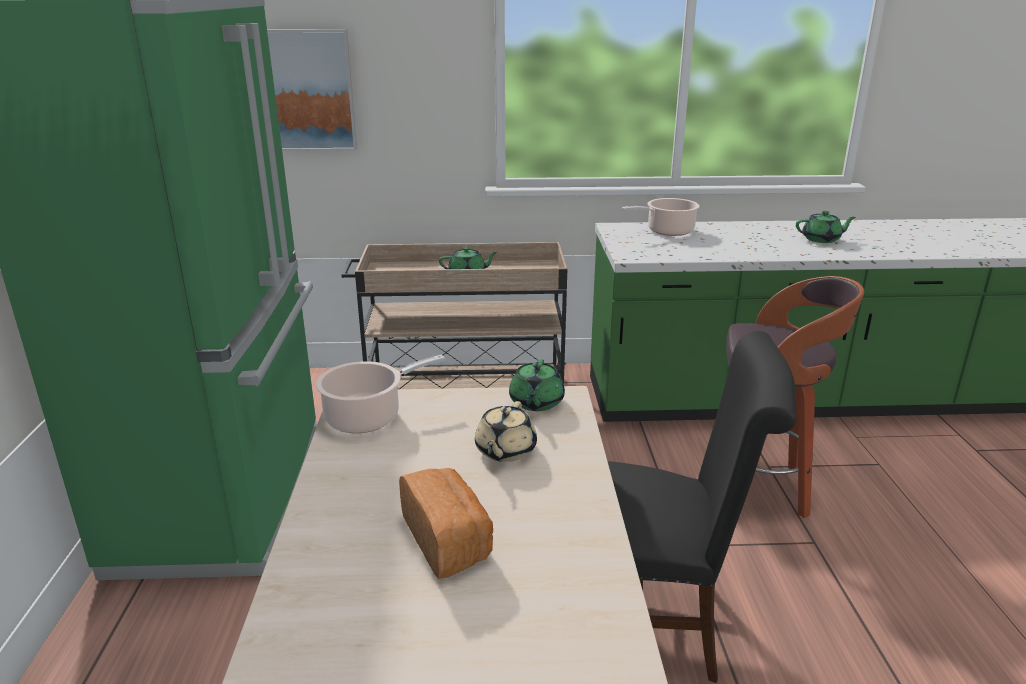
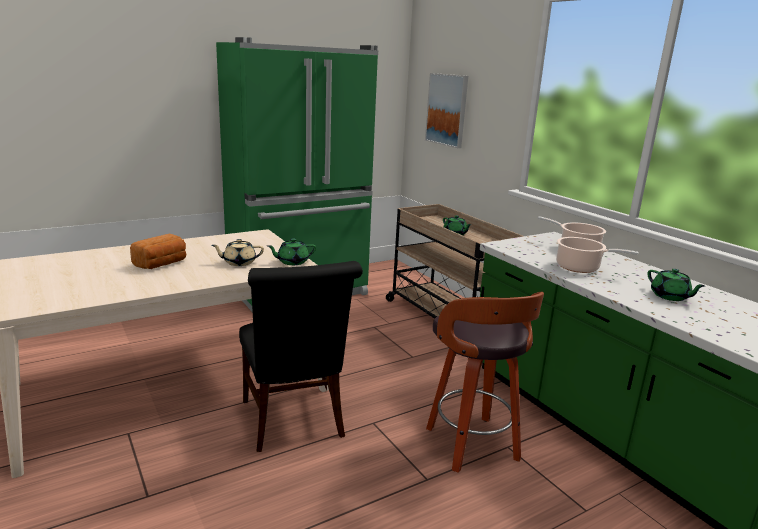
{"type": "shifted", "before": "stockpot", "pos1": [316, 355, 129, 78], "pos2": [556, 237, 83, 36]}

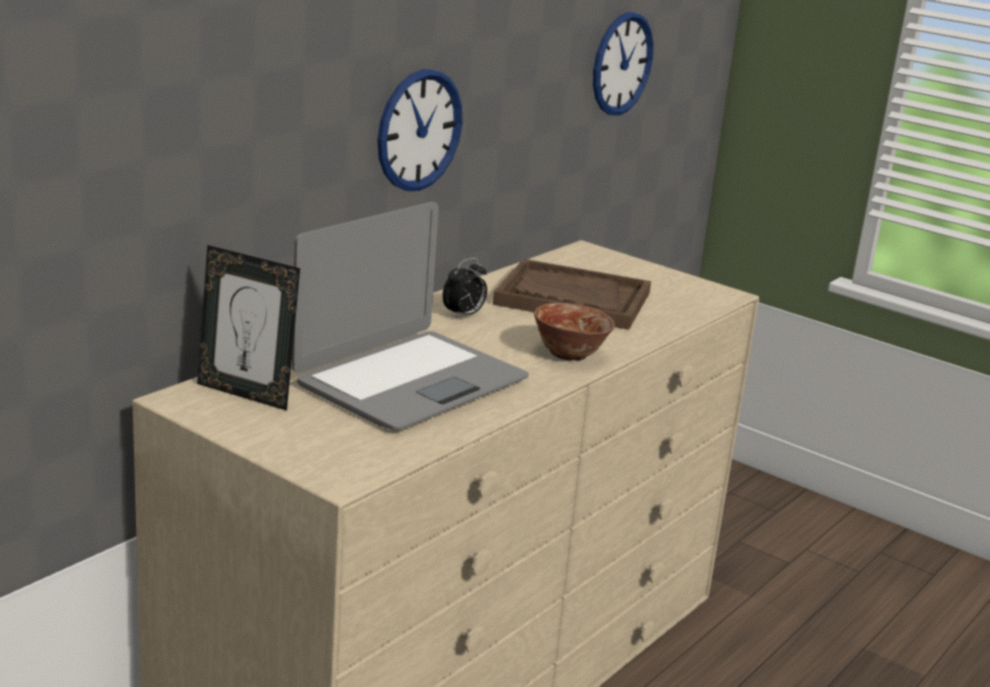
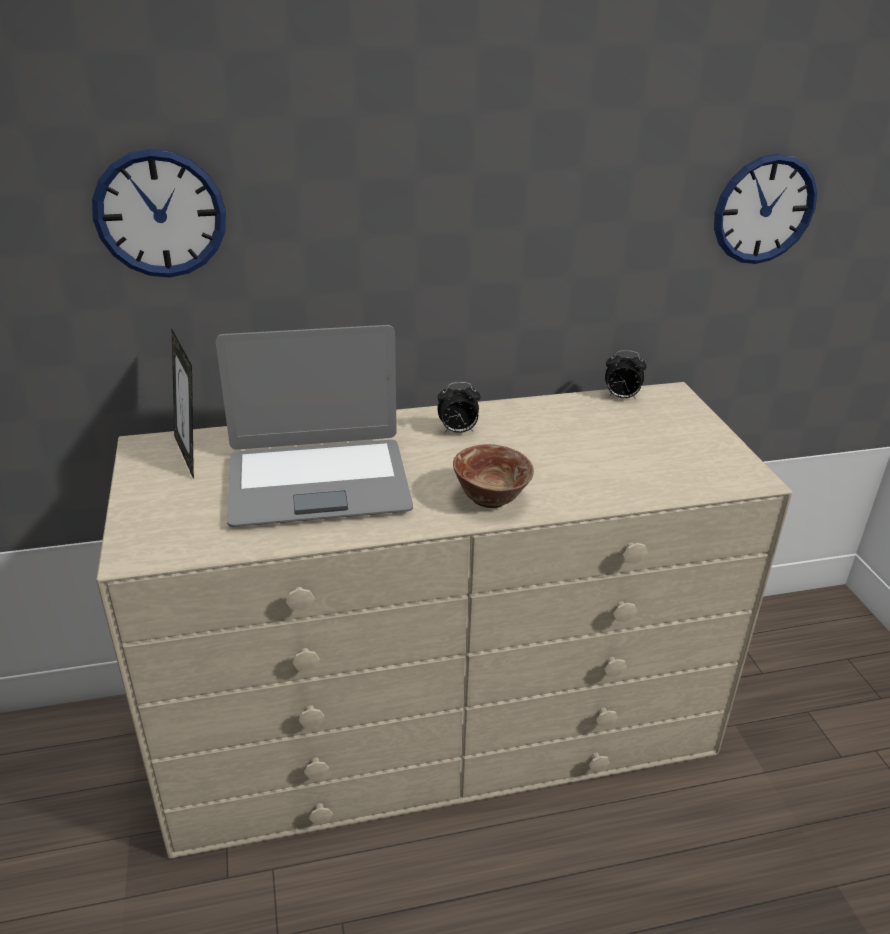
{"type": "shifted", "before": "hanging clock", "pos1": [377, 69, 85, 122], "pos2": [92, 148, 134, 129]}
{"type": "gone", "before": "brownish tray", "pos1": [493, 259, 158, 71]}
{"type": "new", "after": "bedside clock", "pos2": [605, 350, 41, 50]}

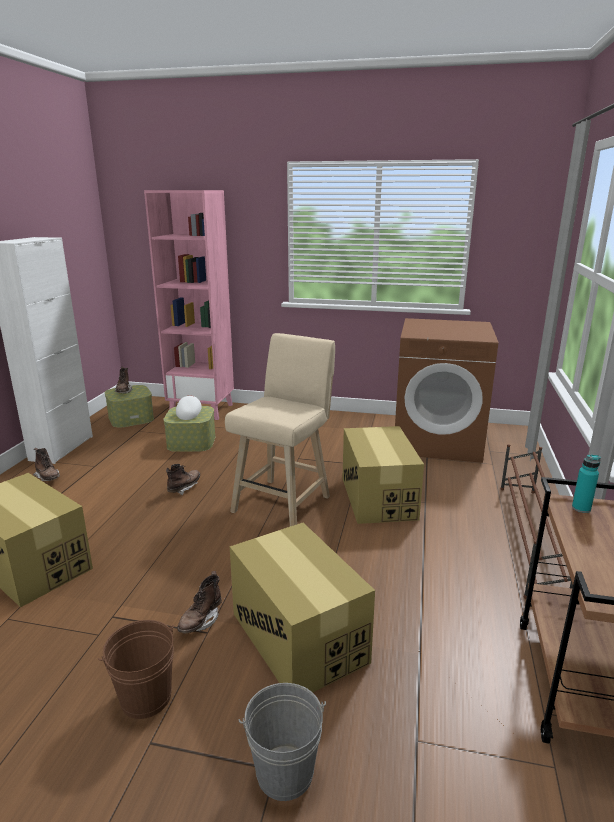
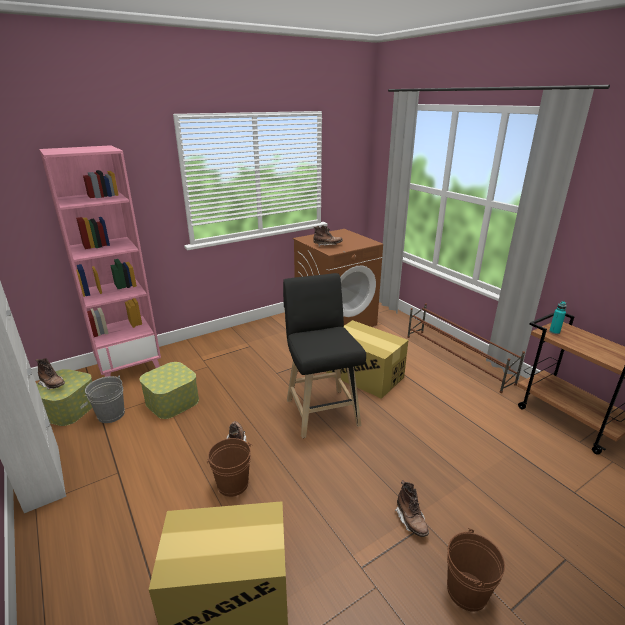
{"type": "repainted", "before": "sand-coloured stool", "after": "blackish stool", "pos1": [225, 333, 110, 193], "pos2": [283, 273, 83, 165]}
{"type": "gone", "before": "white-coloured cap", "pos1": [176, 395, 26, 25]}
{"type": "shifted", "before": "brownish boot", "pos1": [33, 448, 27, 33], "pos2": [314, 225, 29, 22]}
{"type": "gone", "before": "packing box", "pos1": [230, 523, 145, 170]}
{"type": "shifted", "before": "grey bucket", "pos1": [239, 683, 87, 118], "pos2": [84, 376, 41, 47]}
{"type": "new", "after": "brownish bucket", "pos2": [207, 438, 45, 59]}

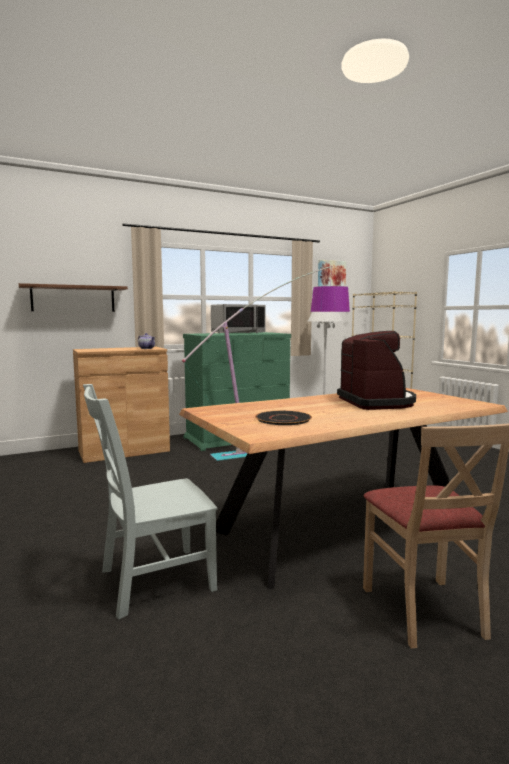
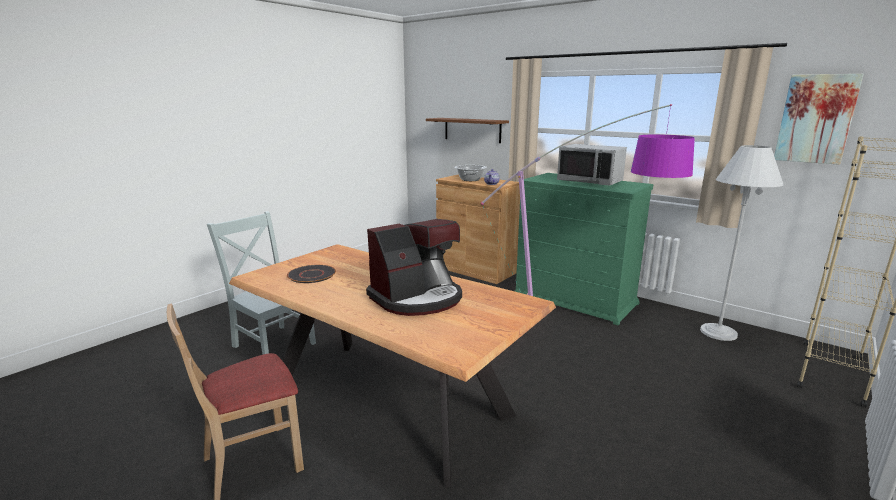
{"type": "new", "after": "stockpot", "pos2": [455, 165, 32, 16]}

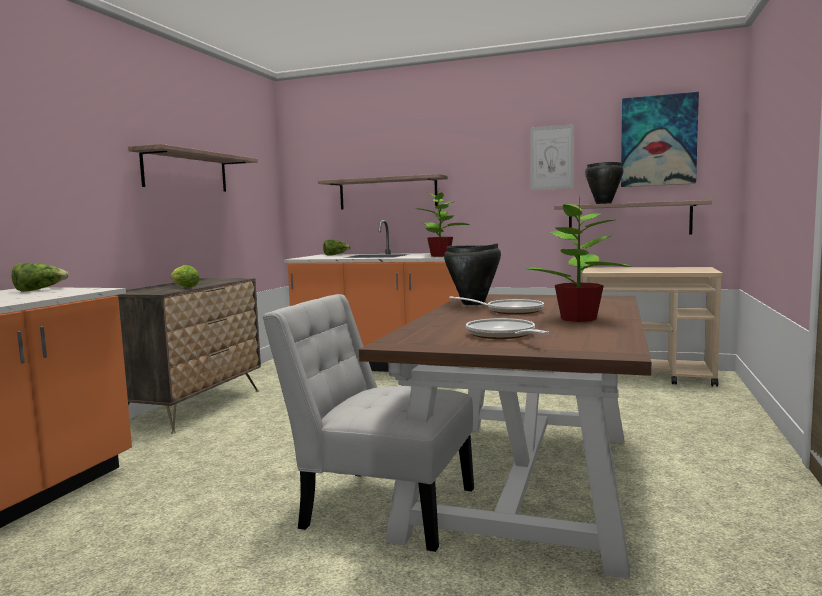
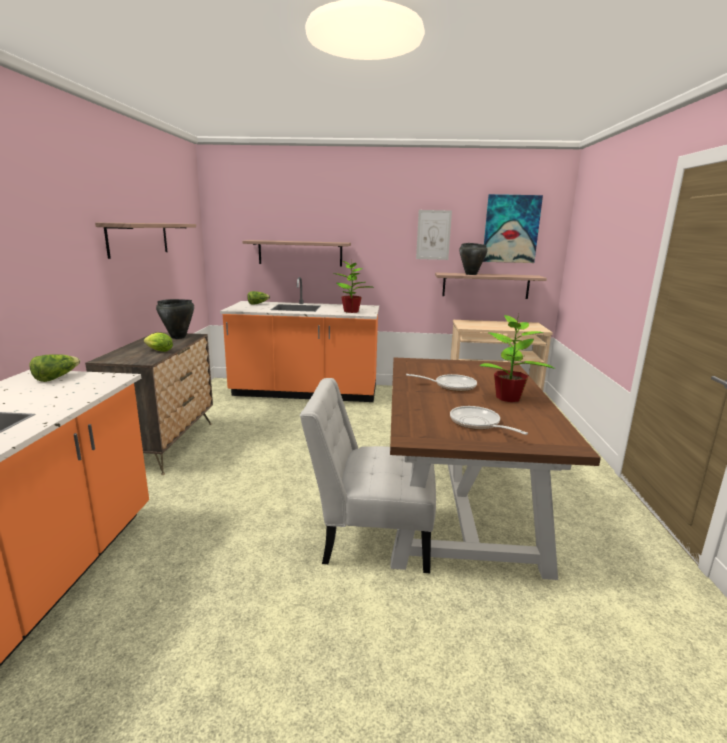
{"type": "shifted", "before": "blackish stockpot", "pos1": [444, 244, 57, 61], "pos2": [156, 299, 38, 40]}

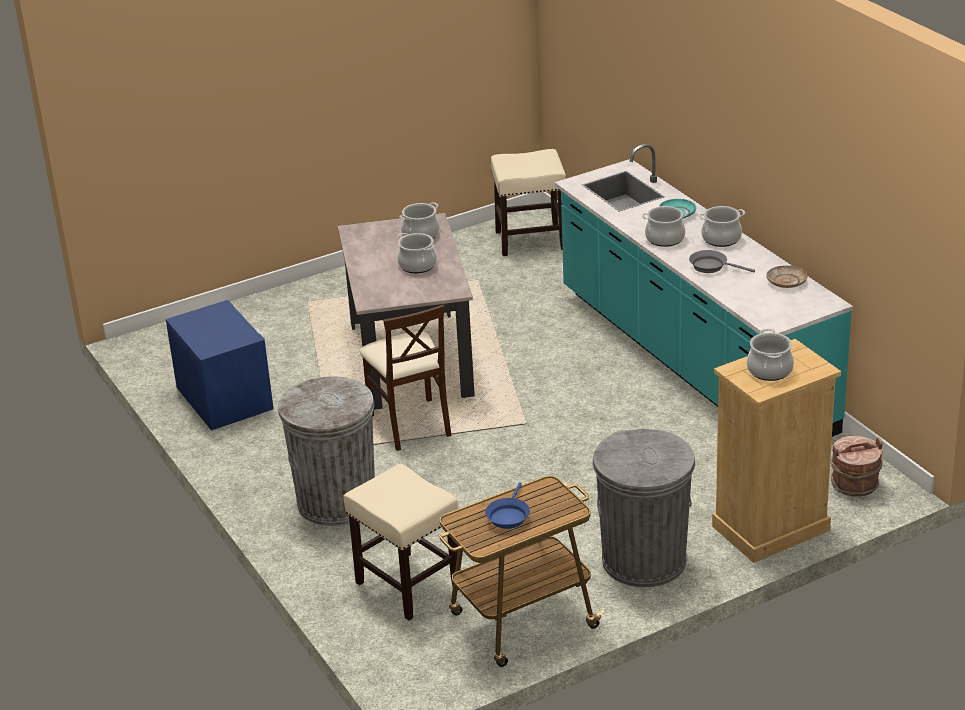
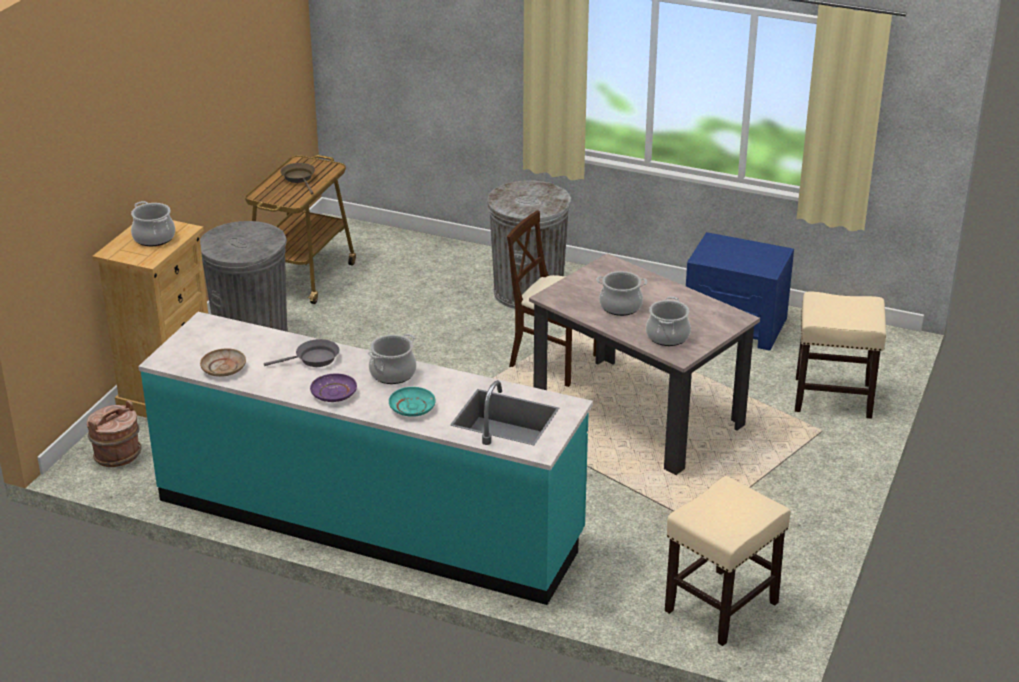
{"type": "swapped", "before": "stockpot", "after": "purplish flat dish", "pos1": [699, 206, 46, 41], "pos2": [310, 373, 47, 29]}
{"type": "shifted", "before": "sand-coloured stool", "pos1": [343, 463, 115, 158], "pos2": [795, 291, 91, 128]}
{"type": "repainted", "before": "blue-coloured skillet", "after": "brownish skillet", "pos1": [485, 482, 45, 47], "pos2": [280, 163, 35, 31]}

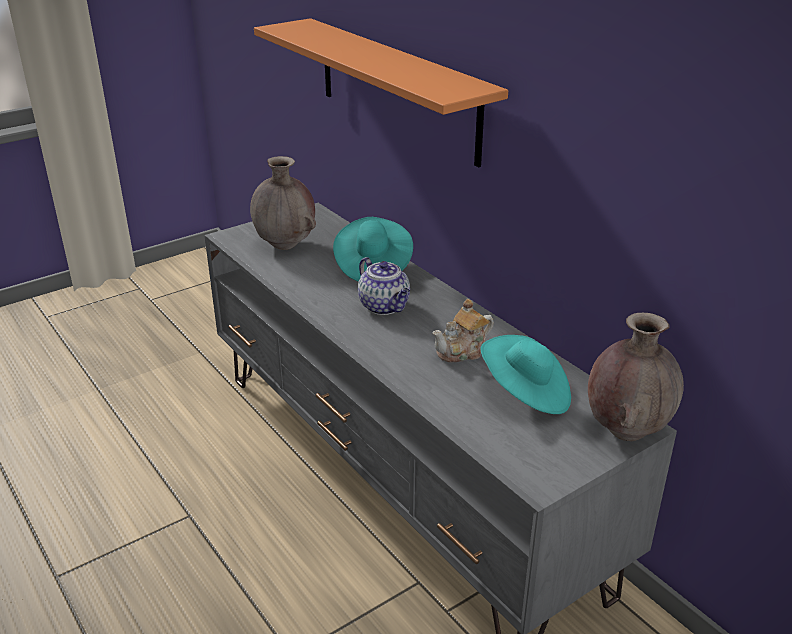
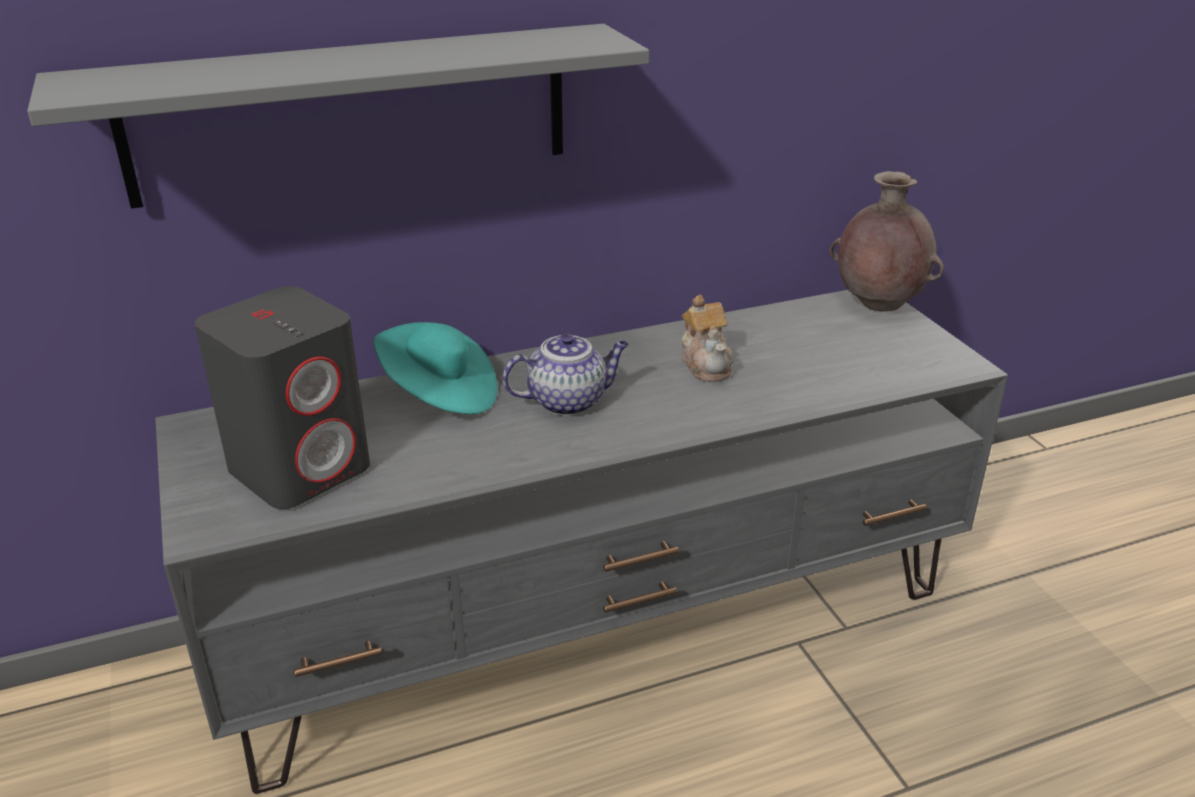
{"type": "repainted", "before": "orange-coloured wall shelf", "after": "grey wall shelf", "pos1": [254, 18, 254, 149], "pos2": [27, 24, 623, 185]}
{"type": "swapped", "before": "brownish vase", "after": "grey audio speaker", "pos1": [250, 156, 66, 94], "pos2": [195, 286, 175, 223]}
{"type": "gone", "before": "turquoise-coloured hat", "pos1": [481, 335, 90, 79]}

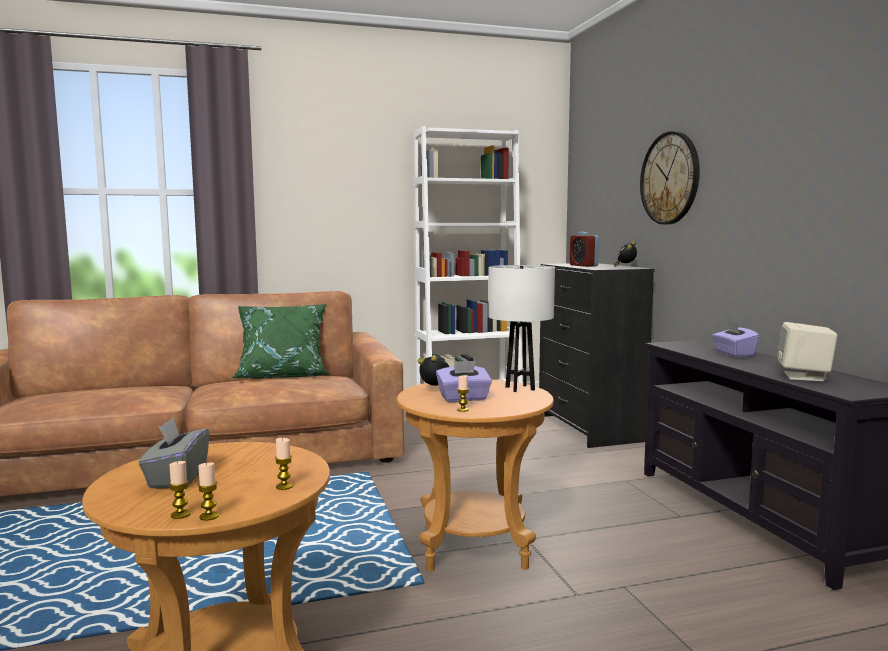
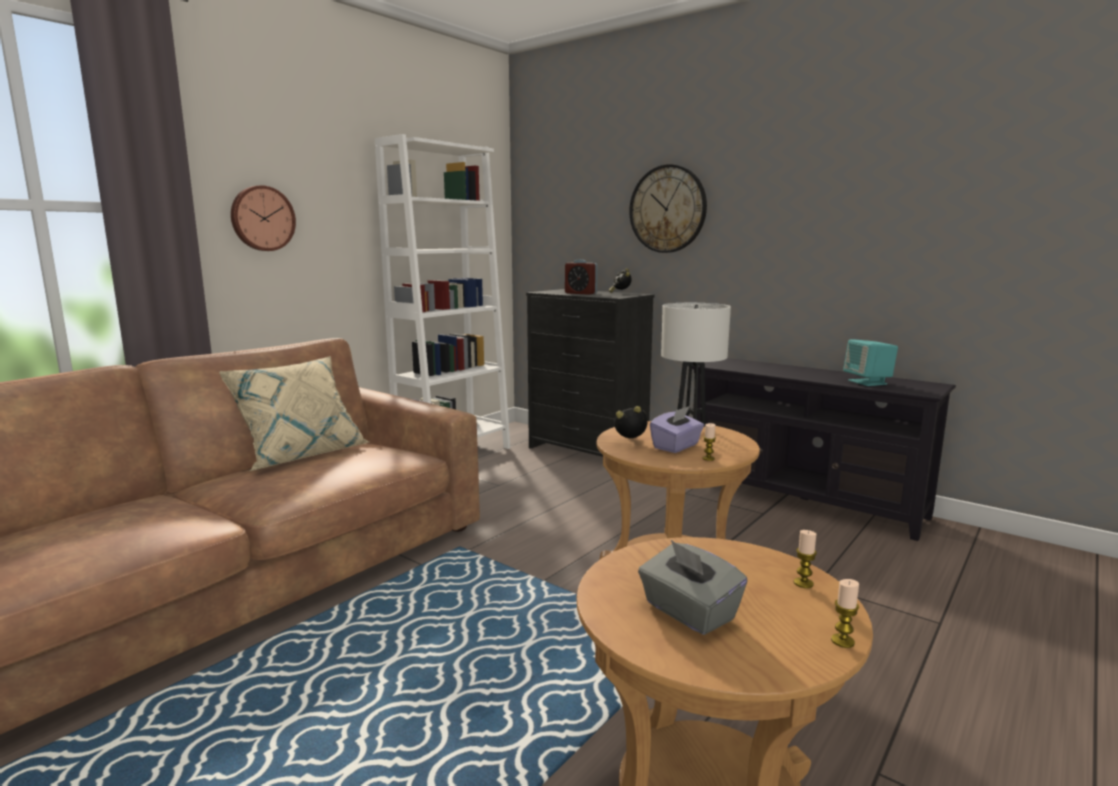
{"type": "repainted", "before": "green cushion", "after": "sand-coloured cushion", "pos1": [231, 304, 100, 75], "pos2": [219, 356, 150, 115]}
{"type": "gone", "before": "purplish tissue holder", "pos1": [712, 320, 48, 37]}
{"type": "repainted", "before": "sand-coloured audio speaker", "after": "turquoise-coloured audio speaker", "pos1": [777, 322, 60, 59], "pos2": [843, 339, 55, 47]}
{"type": "gone", "before": "candle", "pos1": [169, 461, 22, 58]}
{"type": "new", "after": "hanging clock", "pos2": [231, 185, 65, 66]}

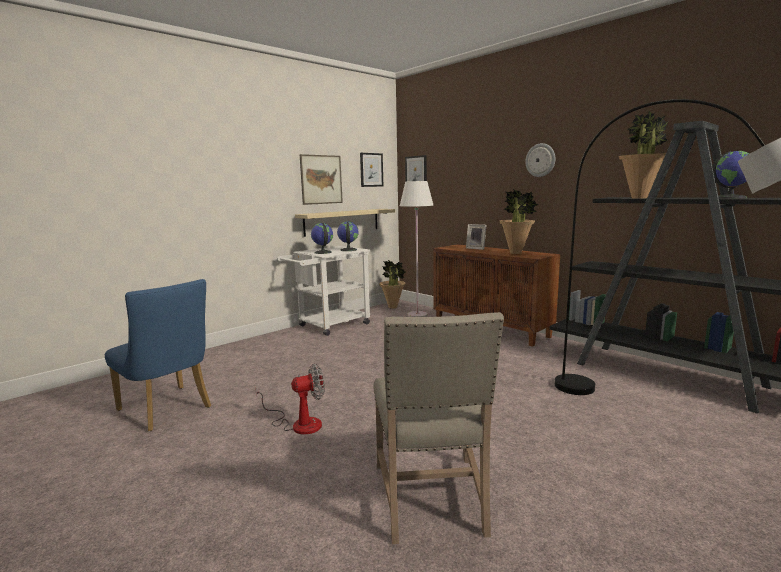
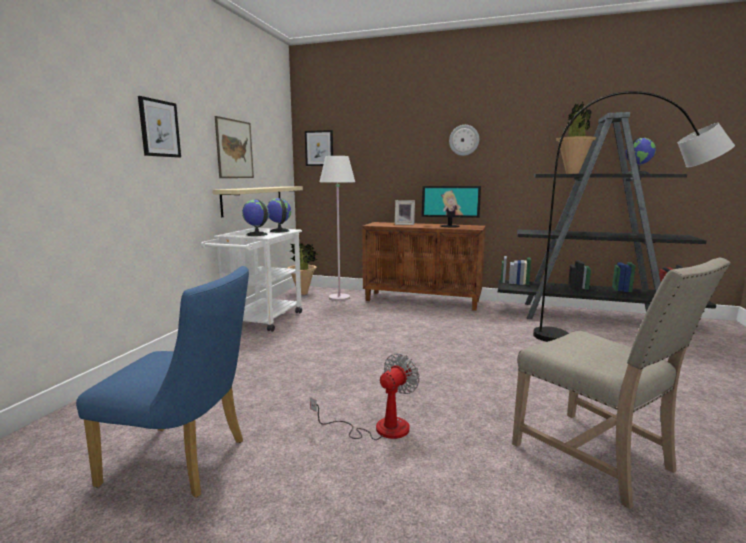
{"type": "shifted", "before": "wall picture", "pos1": [360, 153, 23, 34], "pos2": [138, 96, 43, 62]}
{"type": "swapped", "before": "plant in a pot", "after": "monitor", "pos1": [500, 189, 38, 65], "pos2": [422, 186, 59, 41]}

